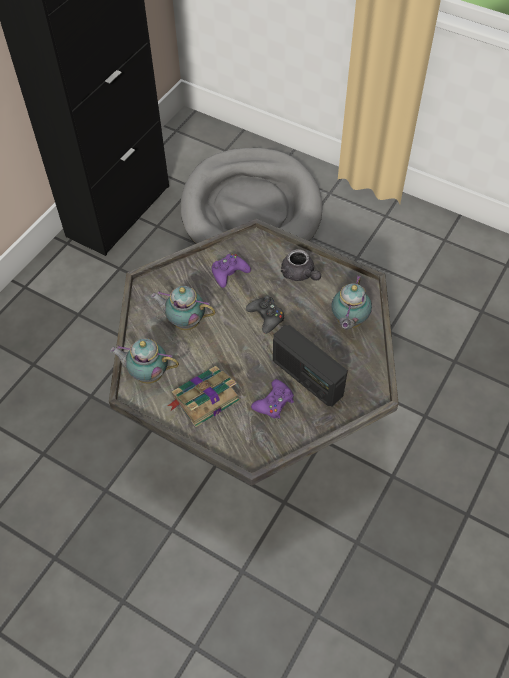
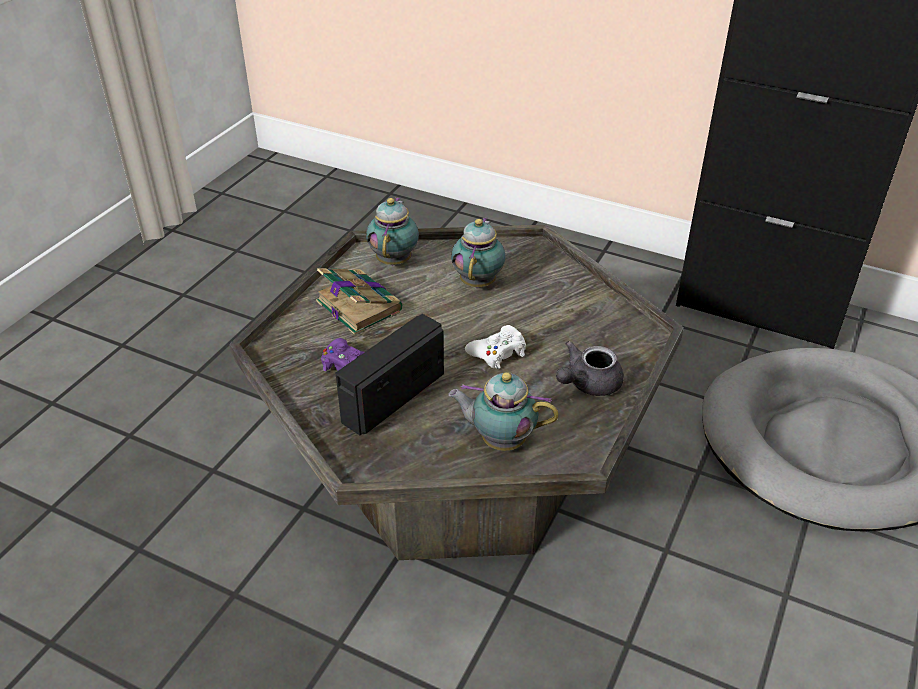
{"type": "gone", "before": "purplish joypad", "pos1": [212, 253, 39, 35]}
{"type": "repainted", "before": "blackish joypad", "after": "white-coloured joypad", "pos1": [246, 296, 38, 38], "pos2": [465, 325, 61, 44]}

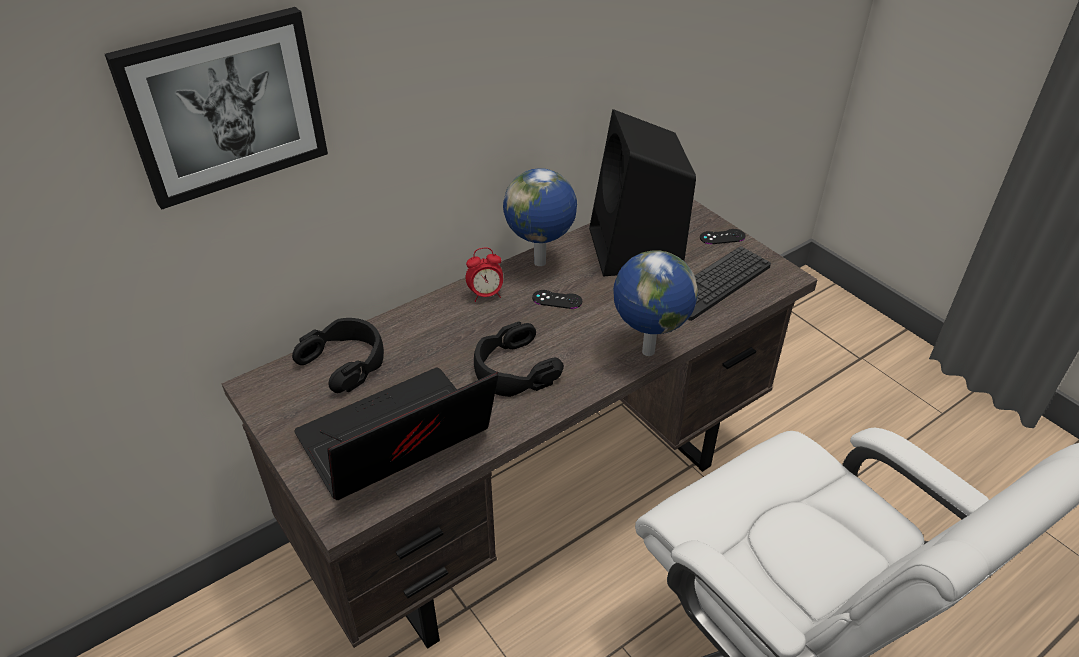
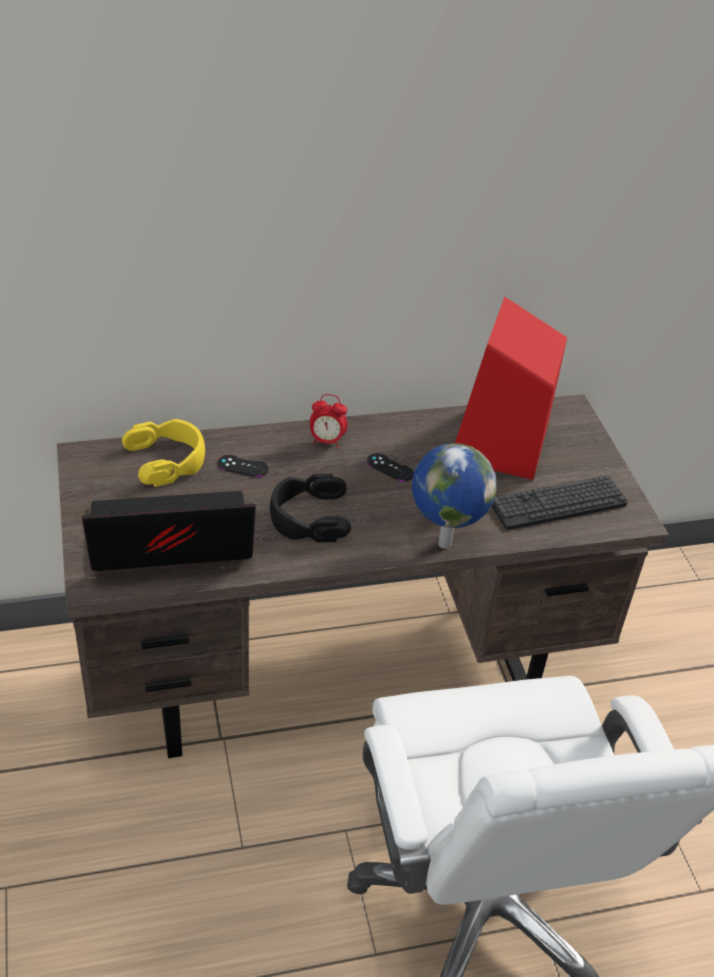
{"type": "gone", "before": "wall picture", "pos1": [105, 7, 223, 203]}
{"type": "repainted", "before": "blackish audio speaker", "after": "red-coloured audio speaker", "pos1": [589, 109, 107, 167], "pos2": [455, 297, 112, 183]}
{"type": "gone", "before": "desk globe", "pos1": [503, 168, 74, 98]}
{"type": "shifted", "before": "blackish joypad", "pos1": [700, 229, 45, 15], "pos2": [218, 455, 51, 22]}
{"type": "repainted", "before": "blackish headset", "after": "yellowish headset", "pos1": [292, 318, 92, 75], "pos2": [122, 419, 83, 68]}

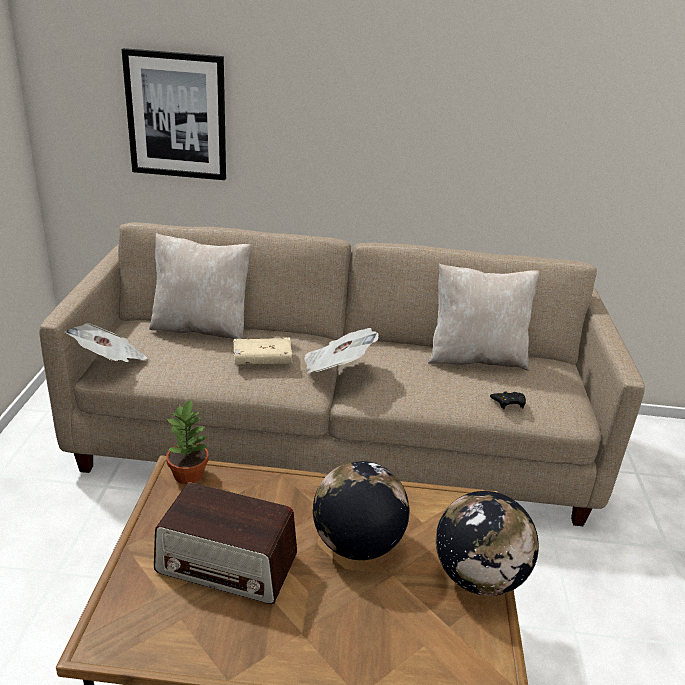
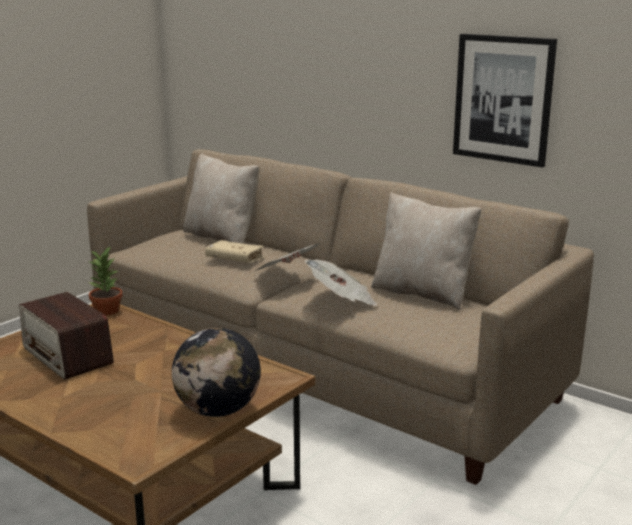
{"type": "shifted", "before": "wall picture", "pos1": [122, 48, 104, 132], "pos2": [453, 34, 104, 133]}
{"type": "shifted", "before": "newspaper", "pos1": [65, 323, 83, 39], "pos2": [305, 259, 73, 47]}
{"type": "gone", "before": "blackish joypad", "pos1": [490, 392, 36, 17]}
{"type": "gone", "before": "desk globe", "pos1": [313, 461, 96, 99]}

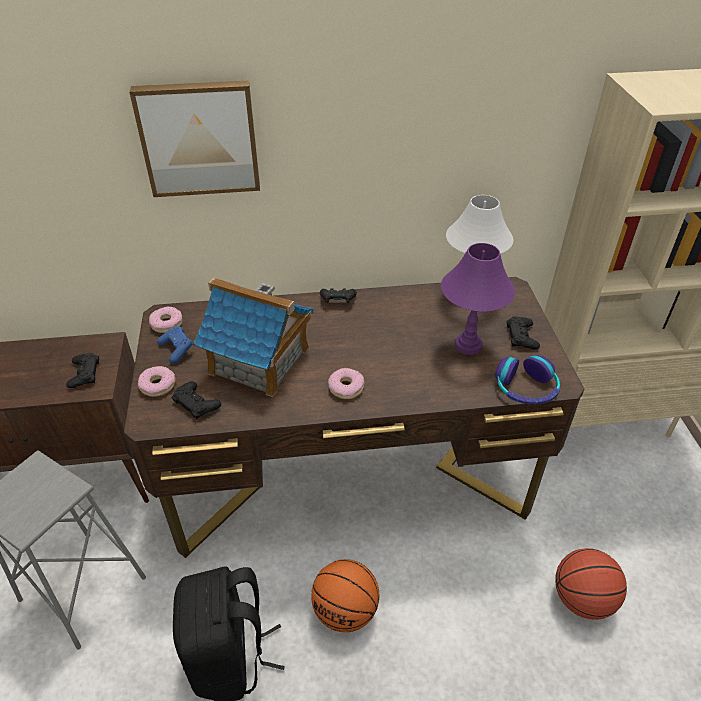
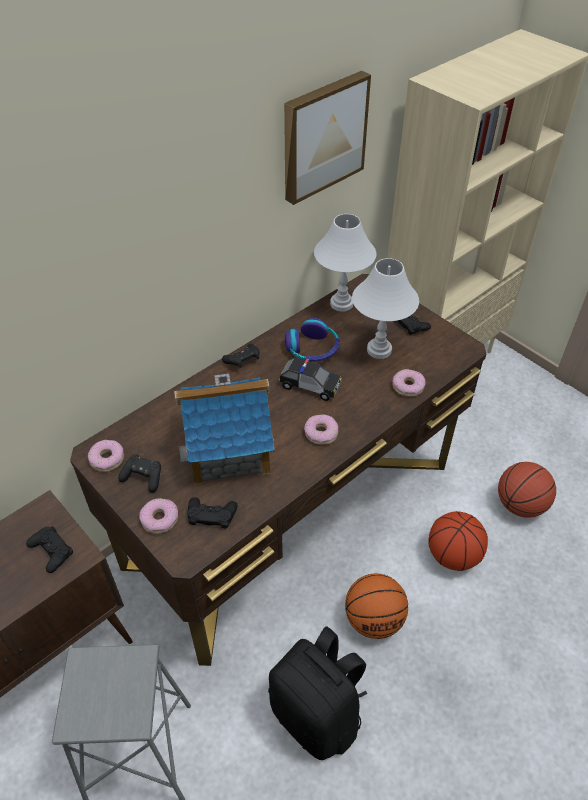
{"type": "shifted", "before": "wall picture", "pos1": [129, 81, 131, 116], "pos2": [284, 71, 87, 134]}
{"type": "repainted", "before": "purplish table lamp", "after": "white-coloured table lamp", "pos1": [441, 243, 74, 112], "pos2": [352, 258, 67, 101]}
{"type": "repainted", "before": "blue-coloured joypad", "after": "blackish joypad", "pos1": [157, 326, 36, 38], "pos2": [118, 454, 43, 39]}
{"type": "shifted", "before": "headset", "pos1": [495, 355, 65, 50], "pos2": [285, 318, 55, 44]}
{"type": "new", "after": "toy car", "pos2": [279, 357, 63, 44]}
{"type": "new", "after": "donut", "pos2": [392, 369, 34, 28]}
{"type": "new", "after": "ball for basketball", "pos2": [428, 511, 60, 60]}

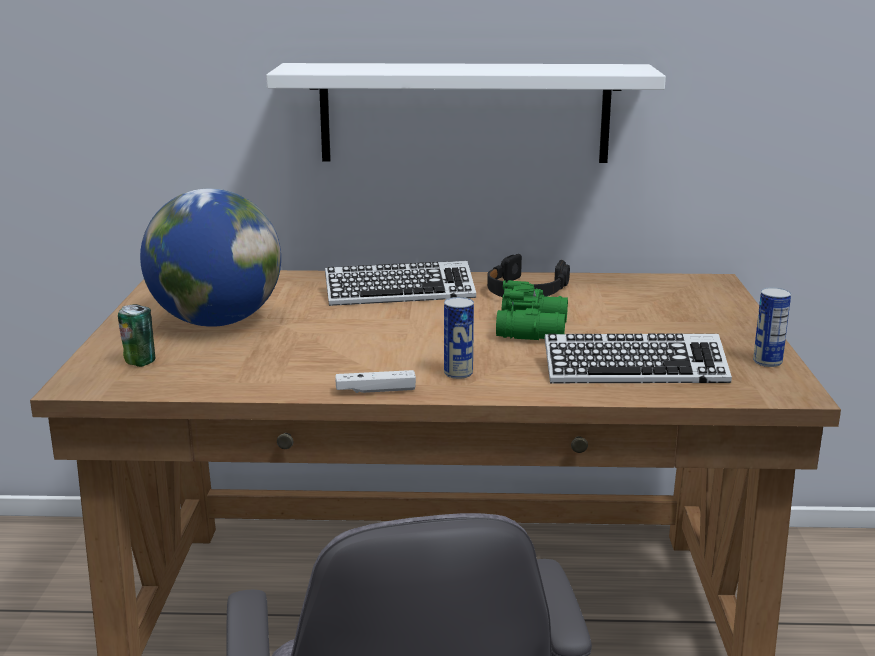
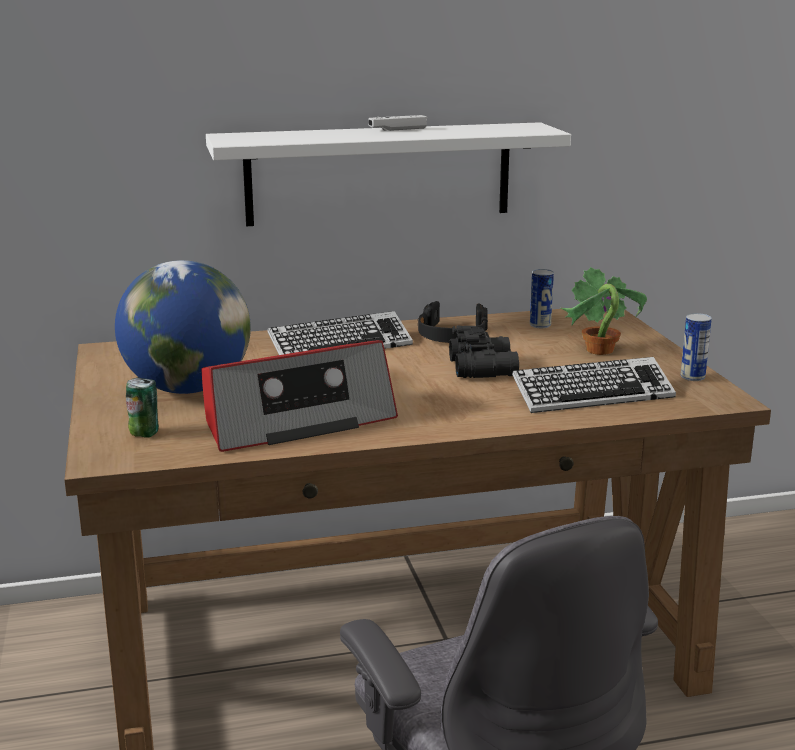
{"type": "repainted", "before": "green binoculars", "after": "blackish binoculars", "pos1": [496, 280, 72, 60], "pos2": [449, 326, 70, 52]}
{"type": "shifted", "before": "metal can", "pos1": [444, 297, 30, 82], "pos2": [530, 269, 24, 59]}
{"type": "shifted", "before": "white-coloured joypad", "pos1": [335, 370, 81, 23], "pos2": [368, 115, 59, 16]}
{"type": "new", "after": "plant in a pot", "pos2": [561, 267, 86, 88]}
{"type": "new", "after": "radio", "pos2": [201, 340, 197, 112]}

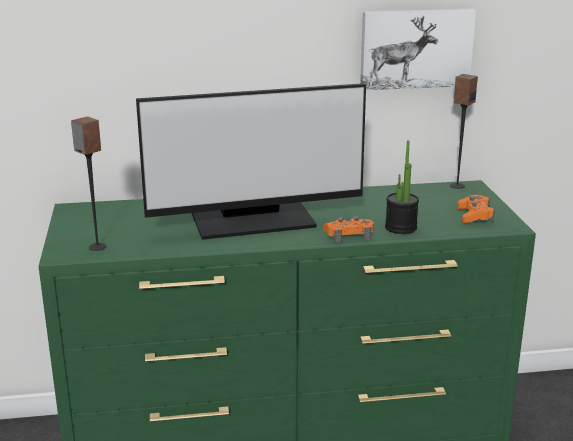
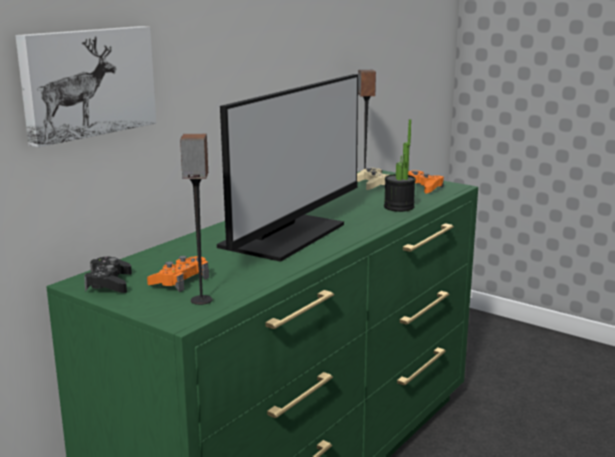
{"type": "shifted", "before": "wall picture", "pos1": [360, 9, 116, 81], "pos2": [15, 26, 141, 122]}
{"type": "shifted", "before": "orange-coloured joypad", "pos1": [323, 216, 50, 27], "pos2": [147, 256, 62, 36]}
{"type": "new", "after": "sand-coloured joypad", "pos2": [357, 168, 31, 22]}
{"type": "new", "after": "blackish joypad", "pos2": [84, 257, 48, 36]}

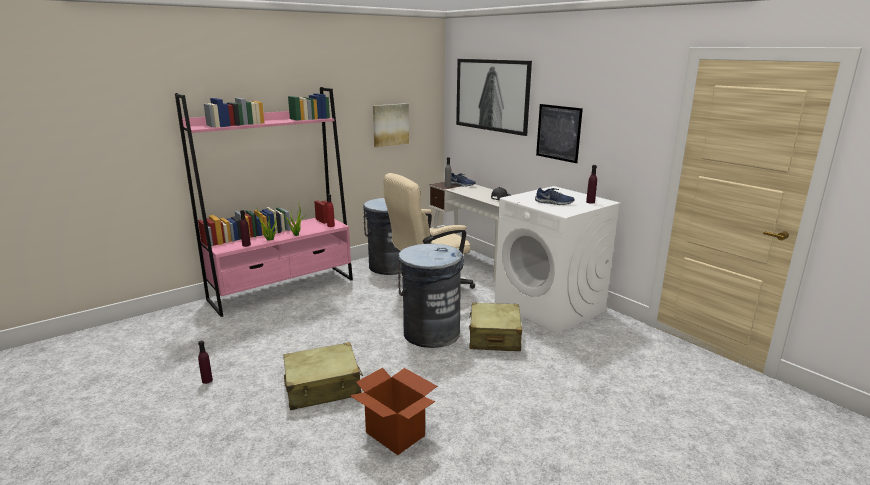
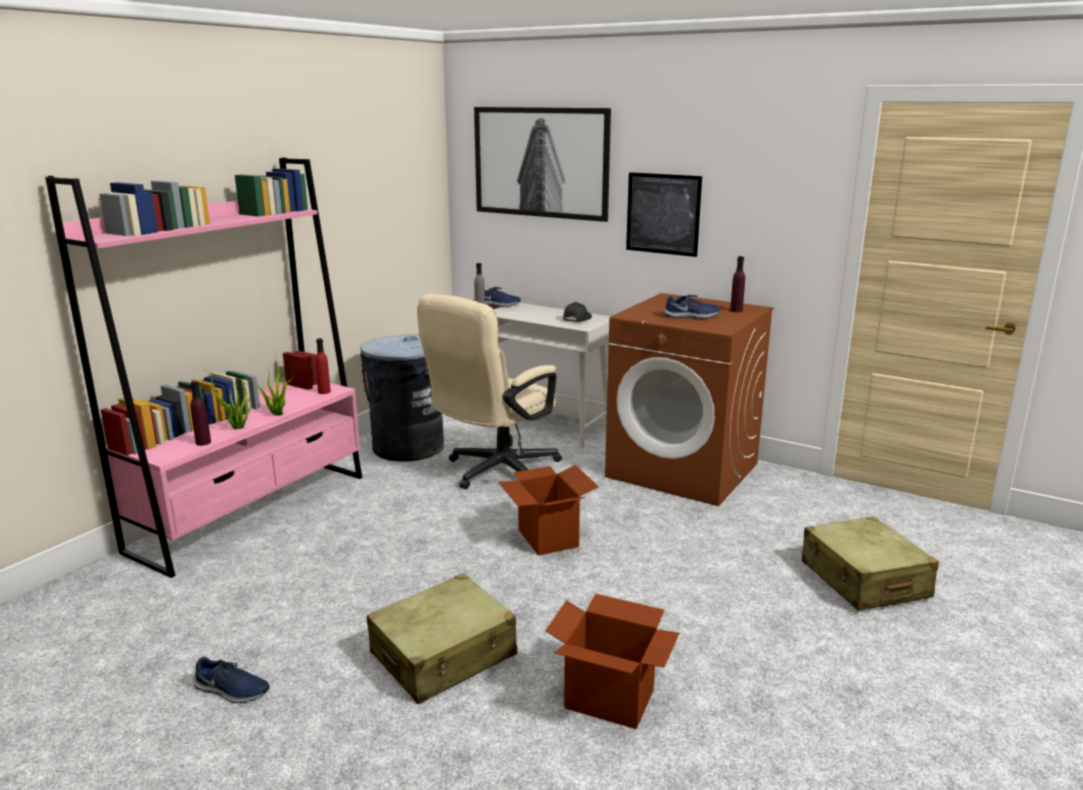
{"type": "gone", "before": "wall picture", "pos1": [373, 103, 36, 44]}
{"type": "repainted", "before": "white-coloured laundry machine", "after": "brownish laundry machine", "pos1": [495, 186, 126, 148], "pos2": [605, 293, 169, 213]}
{"type": "swapped", "before": "grey rubbish bin", "after": "packing box", "pos1": [398, 244, 66, 104], "pos2": [498, 465, 101, 91]}
{"type": "shifted", "before": "sand-coloured suitcase", "pos1": [469, 303, 53, 48], "pos2": [802, 516, 137, 95]}
{"type": "swapped", "before": "purplish drink bottle", "after": "blue-coloured shoe", "pos1": [198, 340, 15, 44], "pos2": [193, 657, 77, 46]}

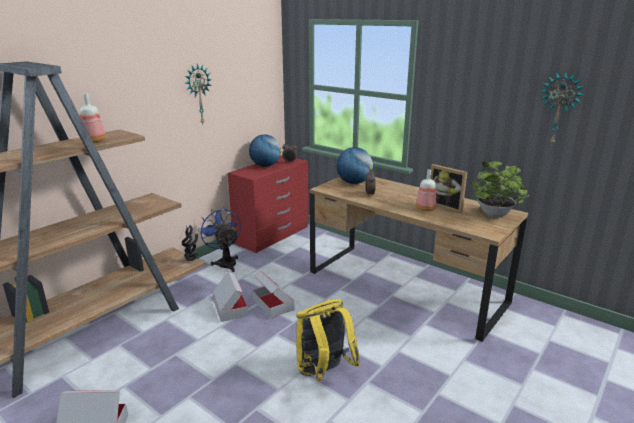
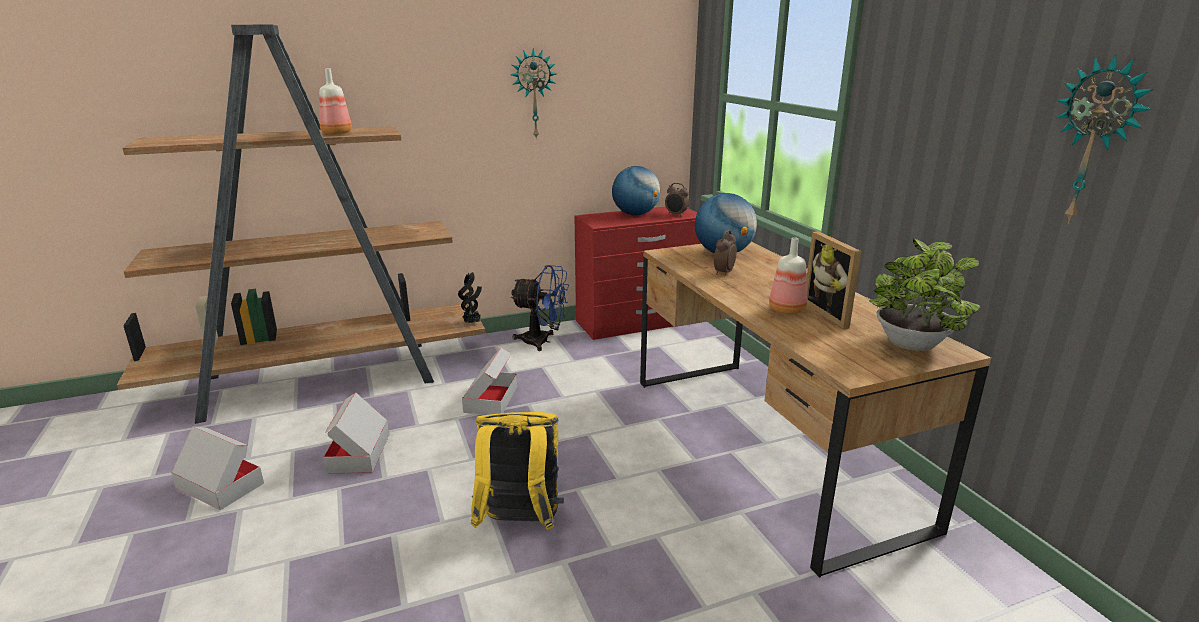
{"type": "rotated", "before": "blue-coloured fan", "pos1": [199, 207, 42, 65], "pos2": [511, 265, 58, 86], "turn": 105}
{"type": "shifted", "before": "packing box", "pos1": [253, 271, 41, 47], "pos2": [323, 392, 66, 82]}

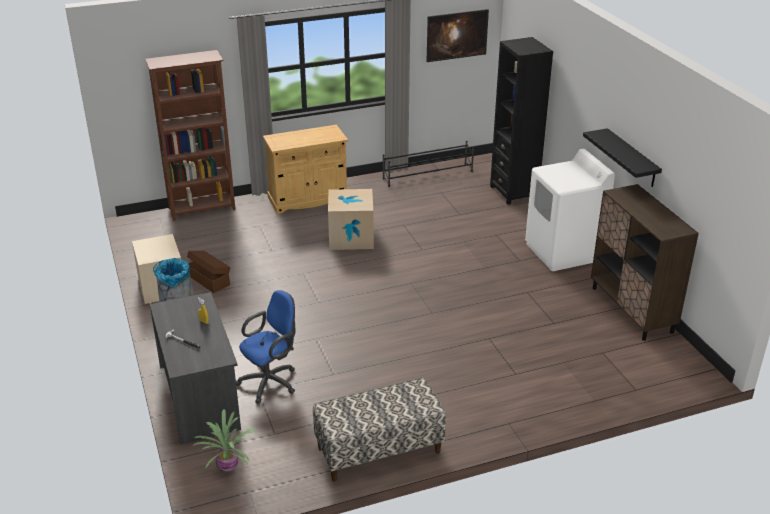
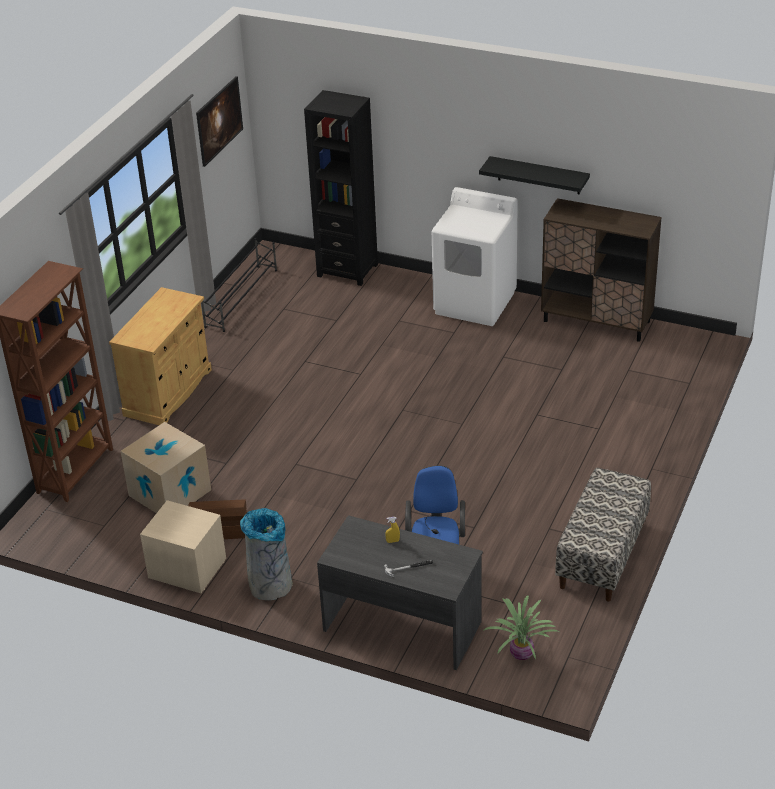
{"type": "shifted", "before": "packing box", "pos1": [328, 189, 46, 61], "pos2": [120, 422, 91, 91]}

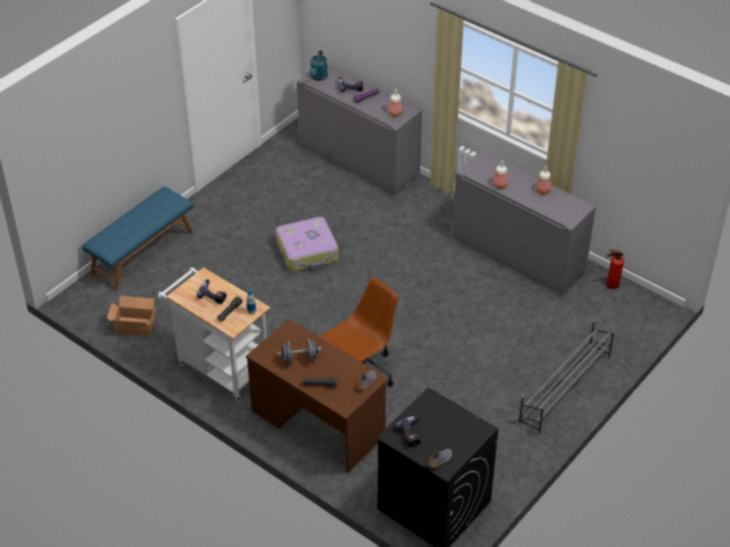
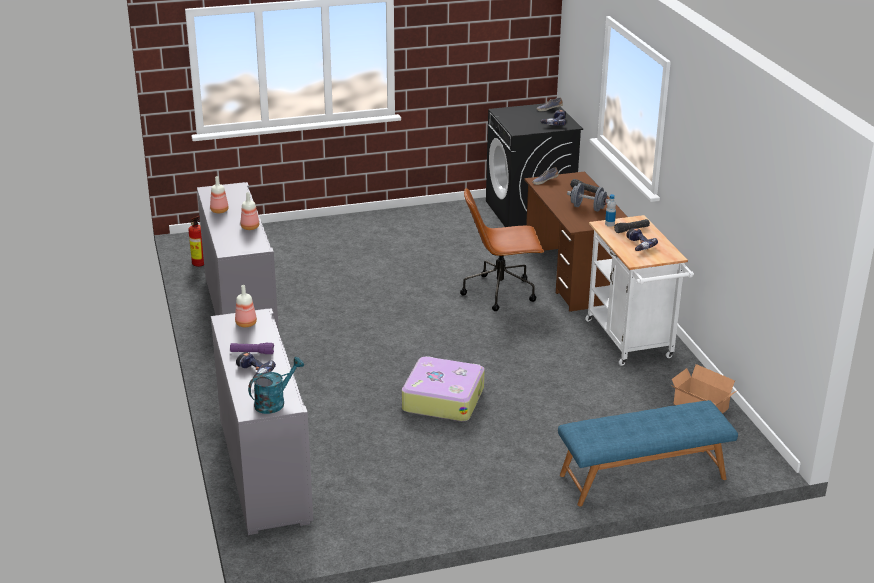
{"type": "gone", "before": "grey shoe shelf", "pos1": [518, 320, 97, 115]}

